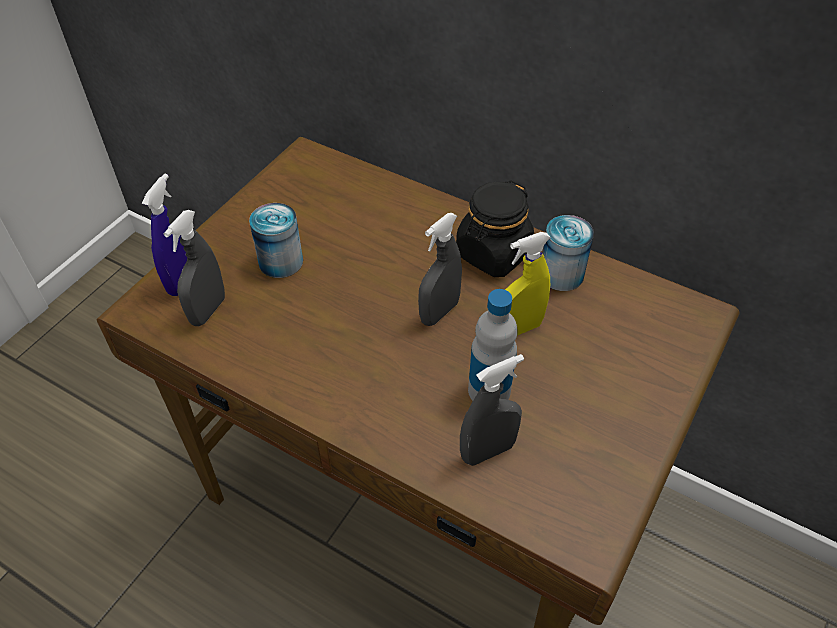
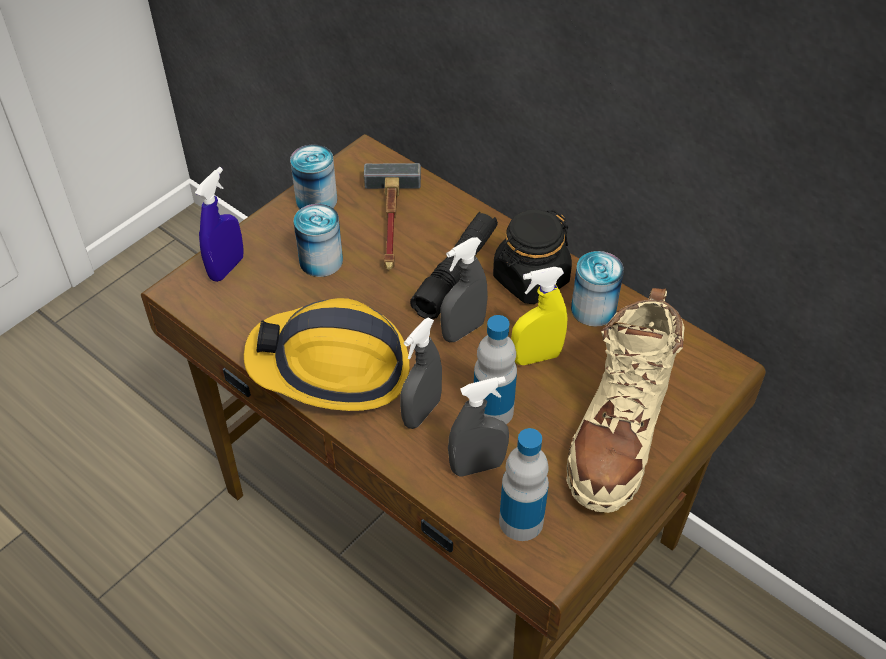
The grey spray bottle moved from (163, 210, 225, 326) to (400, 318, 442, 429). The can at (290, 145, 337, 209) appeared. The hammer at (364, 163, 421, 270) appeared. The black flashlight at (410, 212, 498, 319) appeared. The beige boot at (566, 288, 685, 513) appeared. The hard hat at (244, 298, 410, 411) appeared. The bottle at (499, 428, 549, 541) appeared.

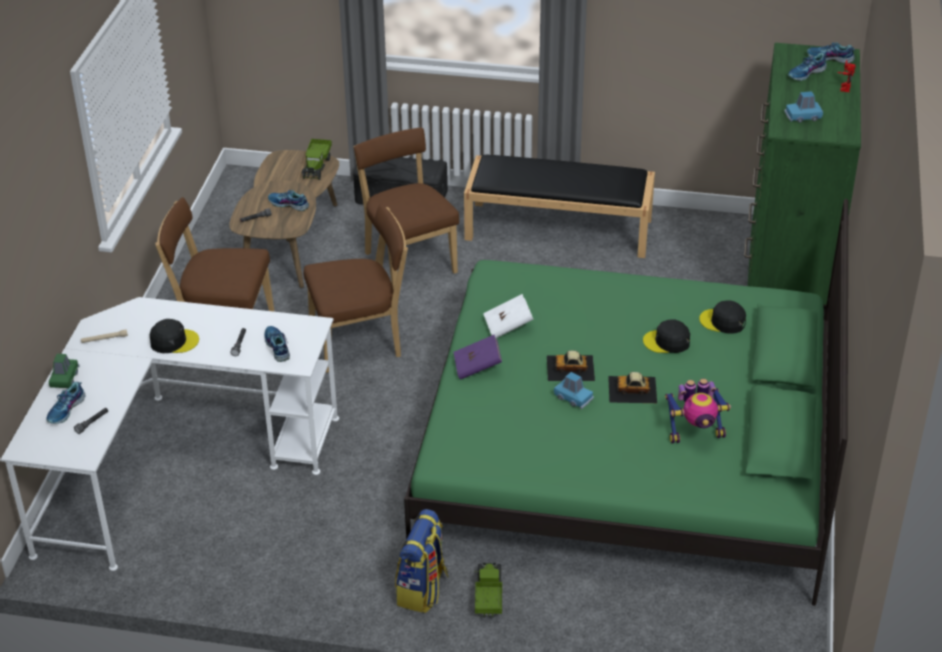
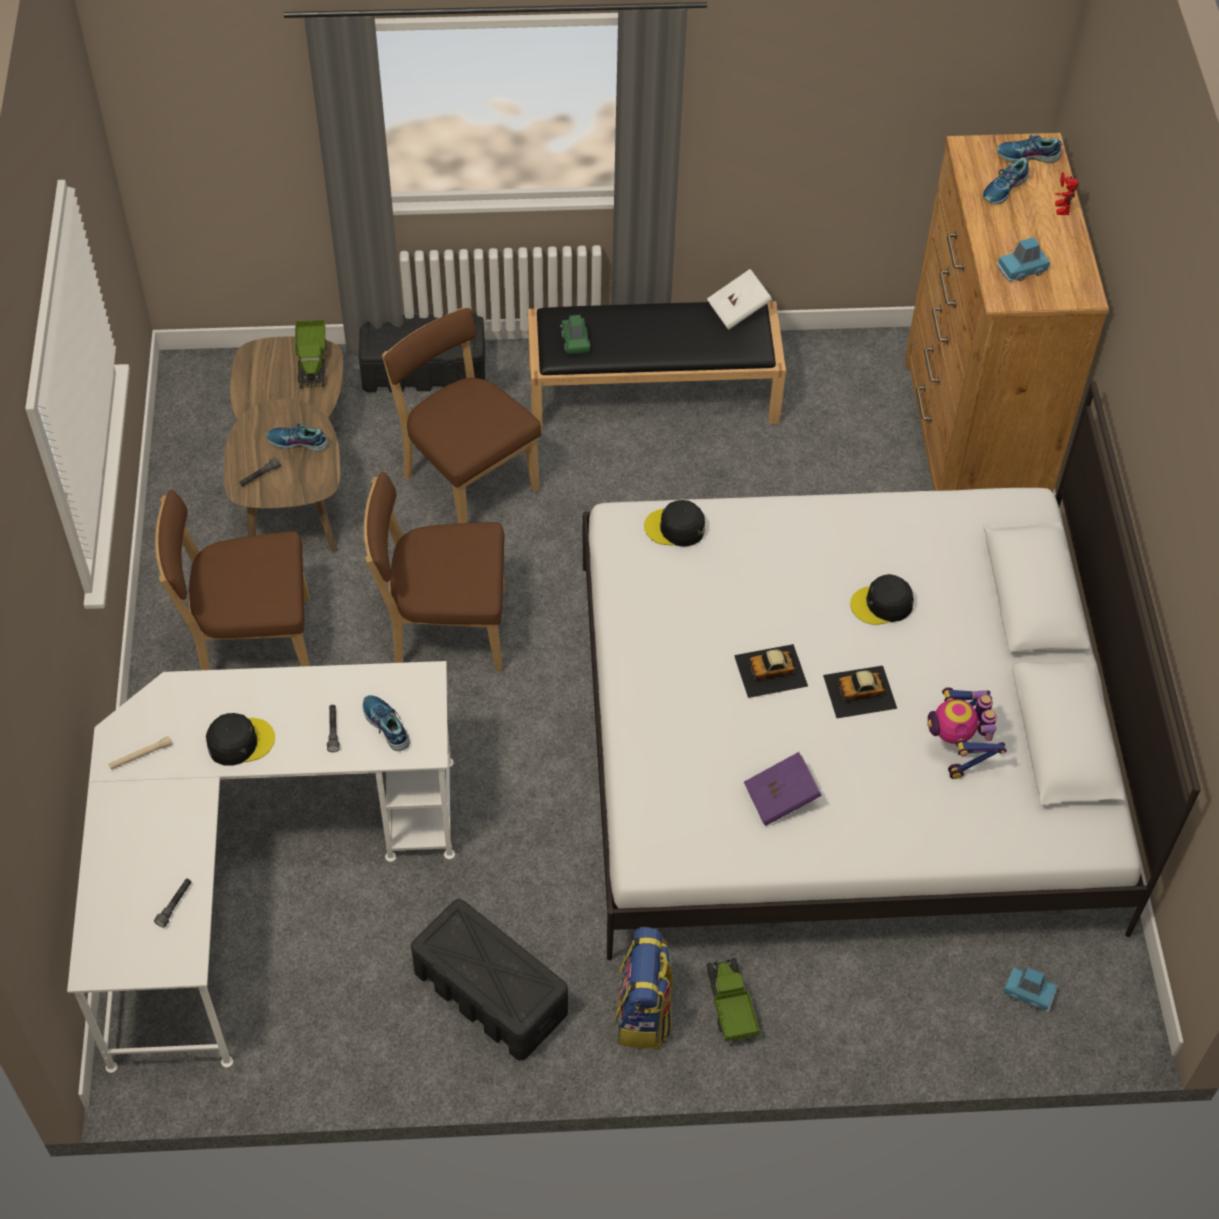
The green dresser at (744, 43, 861, 305) became the brown dresser at (905, 133, 1109, 493). The green bed at (404, 199, 848, 606) became the white bed at (583, 381, 1201, 960). The brown chair at (304, 204, 408, 373) turned 150 degrees counterclockwise. The white book moved from (483, 294, 534, 338) to (707, 269, 772, 330). The black cap moved from (699, 300, 746, 334) to (644, 500, 705, 547). The purple book moved from (454, 335, 502, 380) to (744, 752, 822, 826). The green toy car moved from (49, 354, 79, 388) to (561, 315, 590, 355). The blue toy car moved from (554, 372, 594, 409) to (1004, 967, 1057, 1013). The toy robot at (665, 379, 731, 443) turned 105 degrees clockwise. The shoe at (46, 382, 85, 424) disappeared. The black storage box at (411, 899, 568, 1060) appeared.

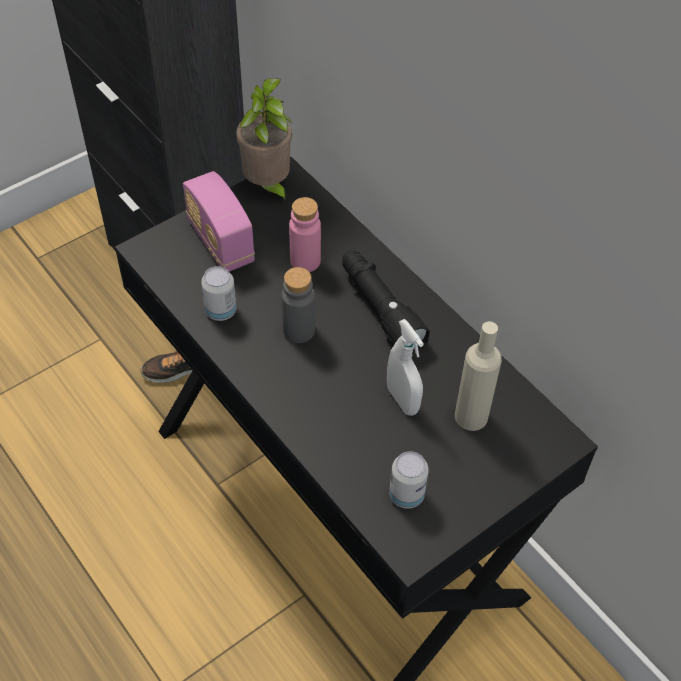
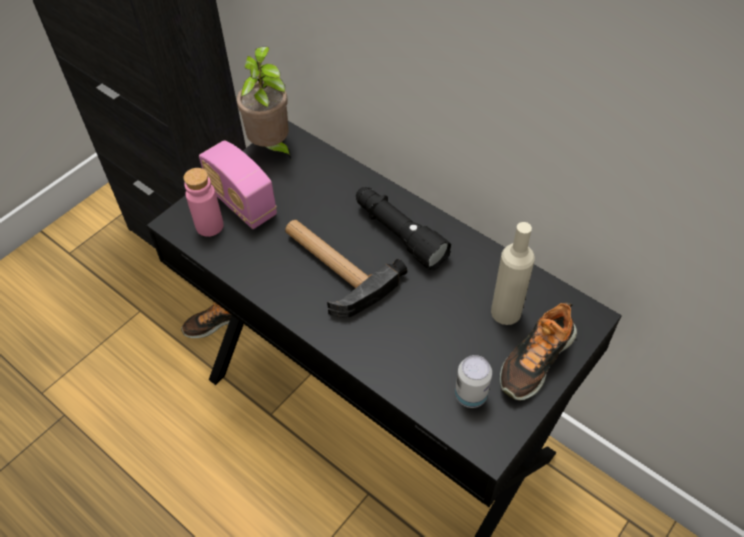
The pink bottle moved from (289, 197, 321, 272) to (183, 168, 224, 237). The can at (201, 266, 236, 321) disappeared. The grey bottle at (282, 267, 315, 343) was replaced by the hammer at (285, 220, 407, 318). The white spray bottle at (387, 319, 424, 416) disappeared. The shoe at (500, 303, 577, 400) appeared.

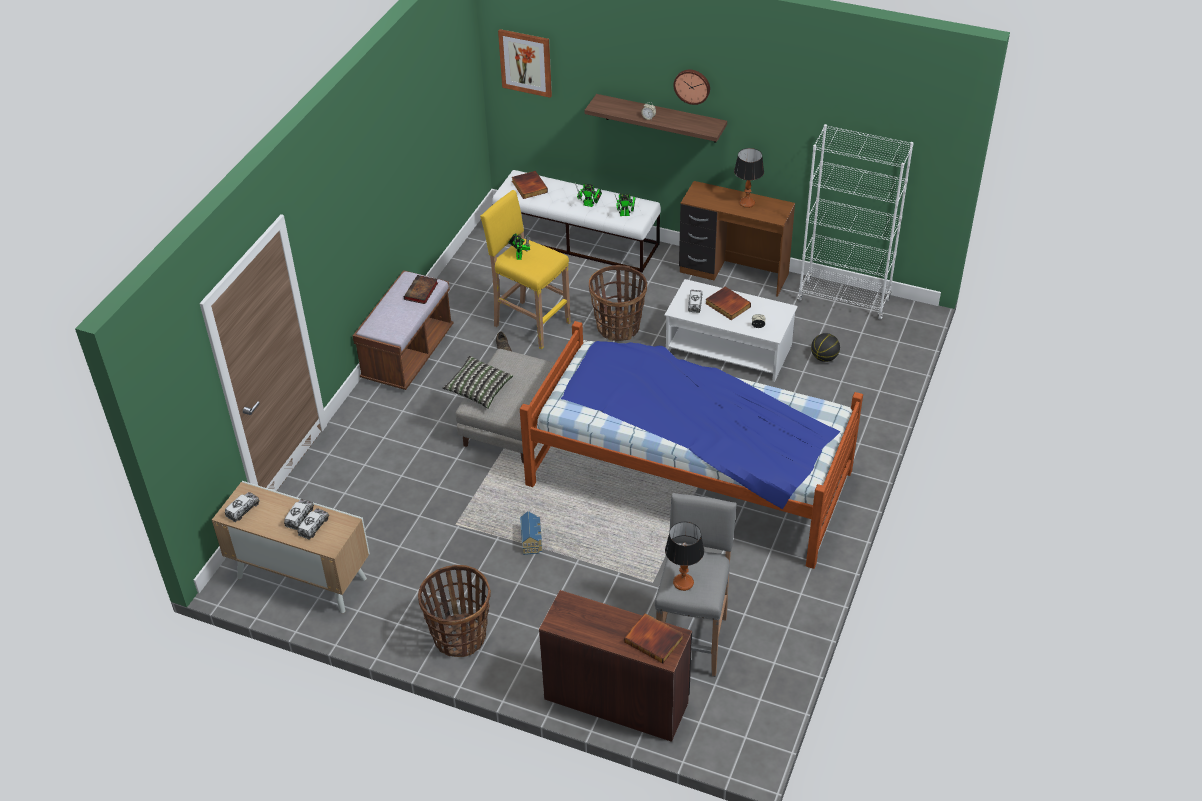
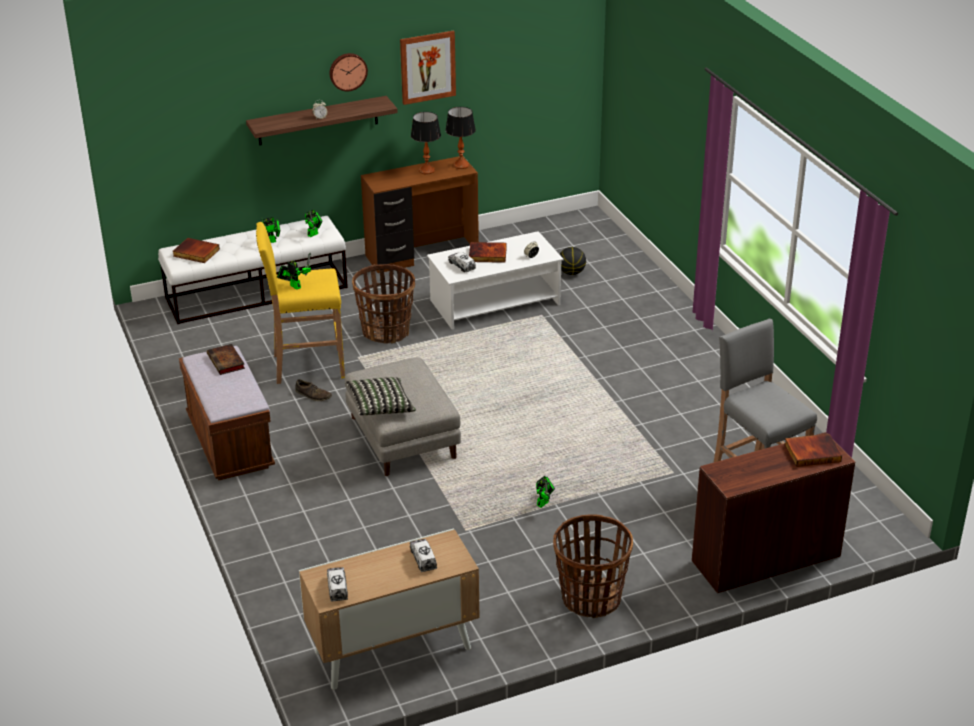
The picture moved from (498, 29, 552, 98) to (400, 31, 456, 105). The white bookcase at (798, 124, 914, 320) disappeared. The bed at (520, 321, 863, 569) disappeared. The toy truck at (284, 499, 314, 530) disappeared. The toy house at (520, 511, 542, 555) was replaced by the toy robot at (536, 476, 555, 508). The table lamp moved from (665, 522, 704, 591) to (445, 107, 476, 169).

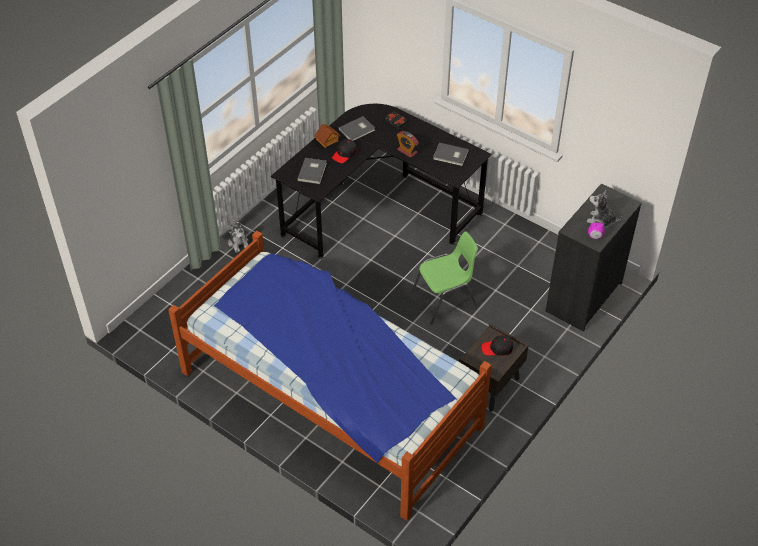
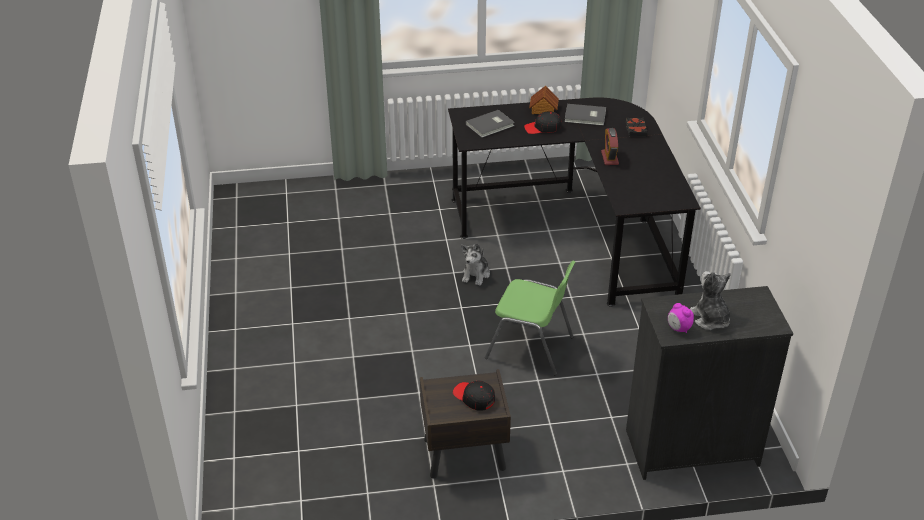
The grey book at (433, 143, 469, 166) disappeared. The plush toy moved from (228, 223, 248, 253) to (461, 243, 490, 286). The bed at (168, 231, 492, 521) disappeared.

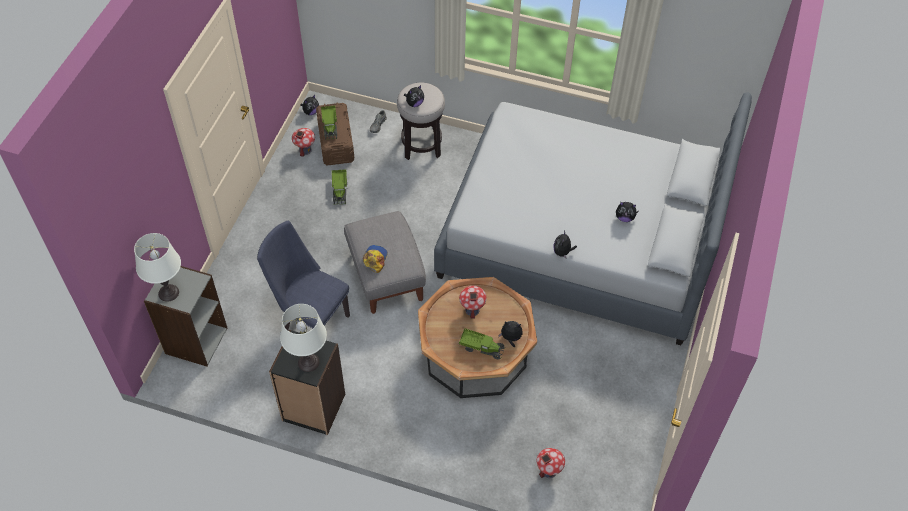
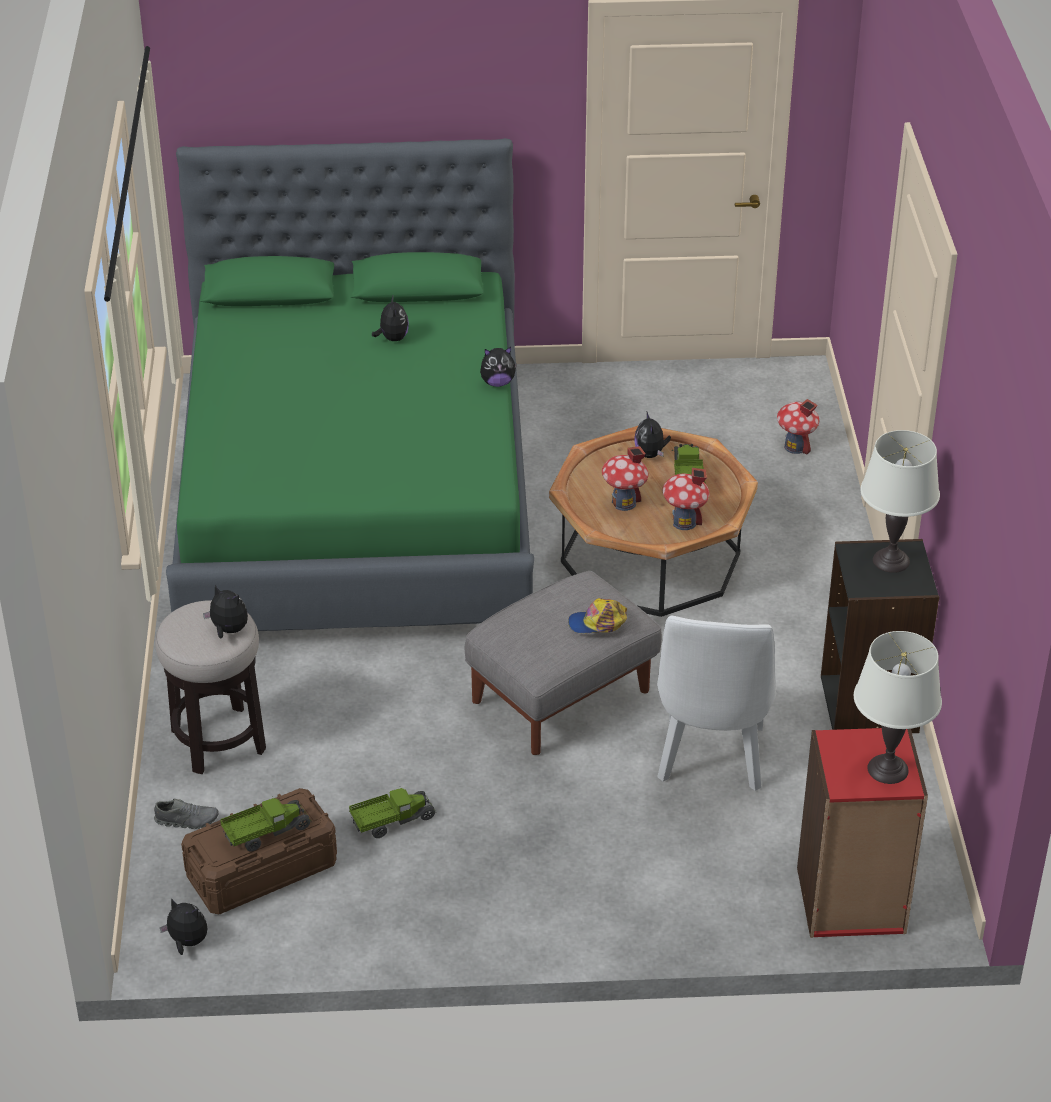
The grey bed at (434, 92, 752, 345) became the green bed at (166, 138, 534, 631). The toy house moved from (292, 128, 315, 157) to (663, 468, 710, 530). The blue chair at (257, 220, 350, 330) became the white chair at (657, 616, 776, 791). The grey bookcase at (144, 266, 227, 366) became the red bookcase at (797, 728, 928, 938).

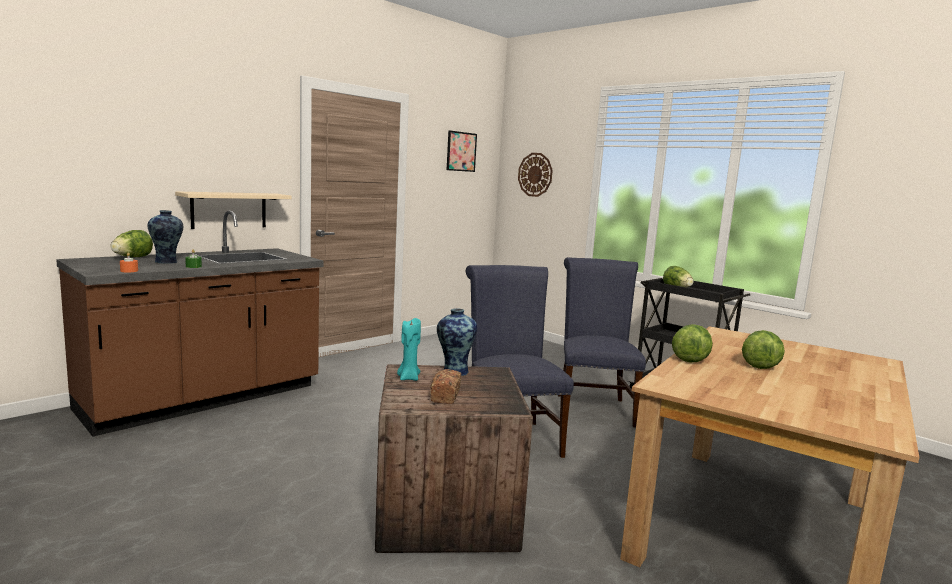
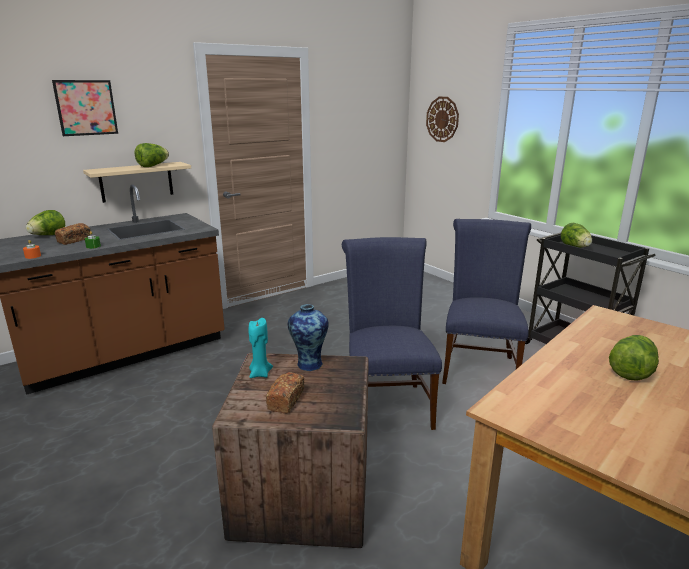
The picture moved from (447, 130, 477, 172) to (52, 80, 118, 136). The vase at (148, 210, 183, 264) was replaced by the bread at (55, 223, 90, 245). The lettuce moved from (672, 324, 713, 363) to (134, 143, 169, 167).

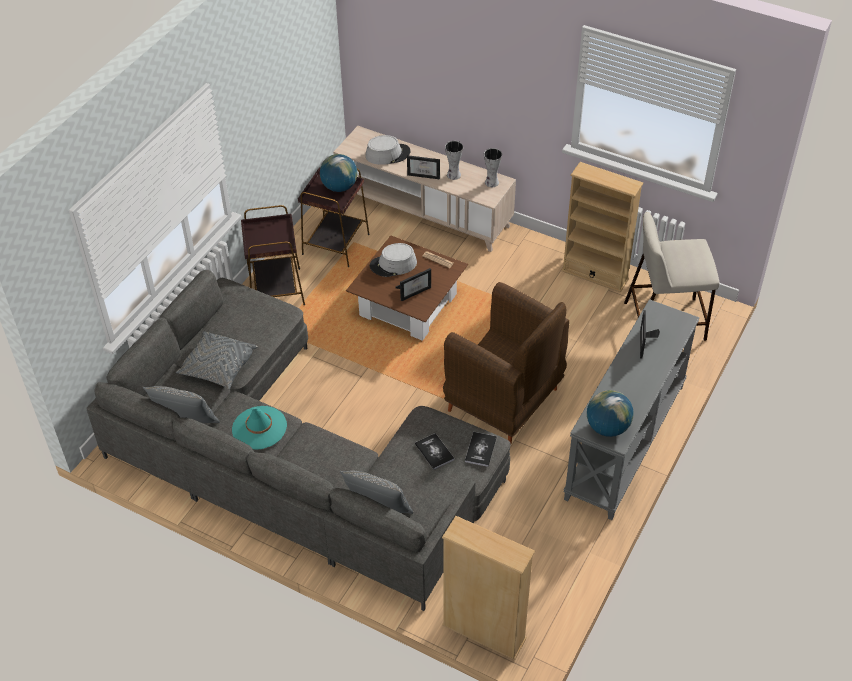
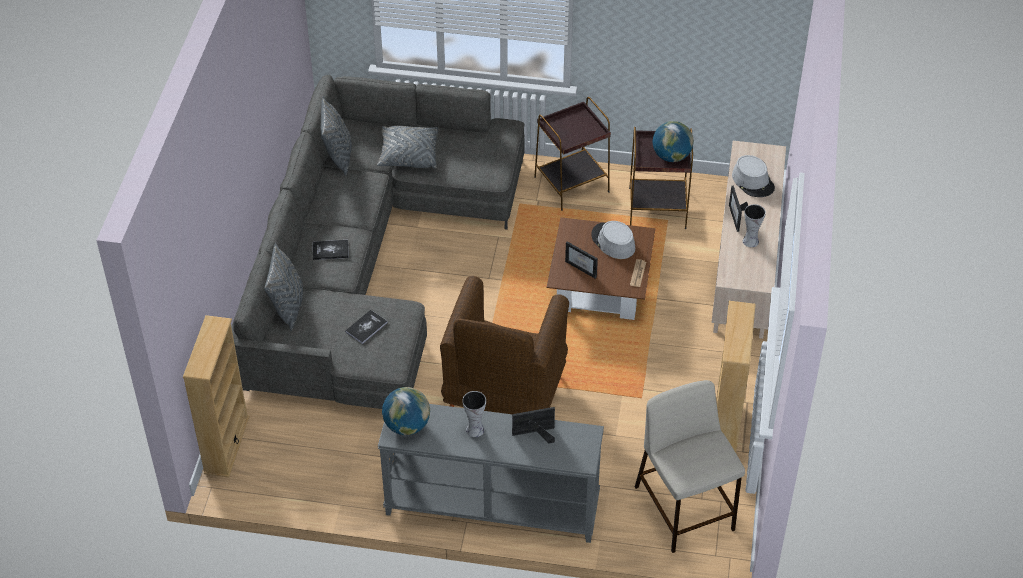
The vase moved from (484, 148, 502, 187) to (462, 391, 486, 437). The turquoise hat at (232, 406, 287, 450) disappeared. The book moved from (465, 432, 497, 467) to (313, 240, 349, 260).

